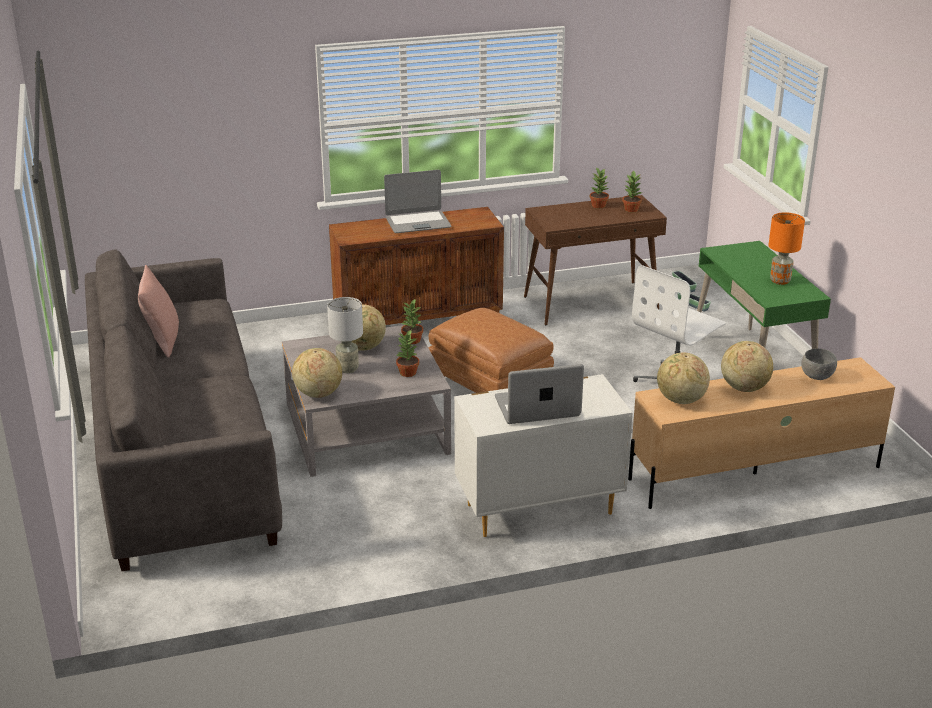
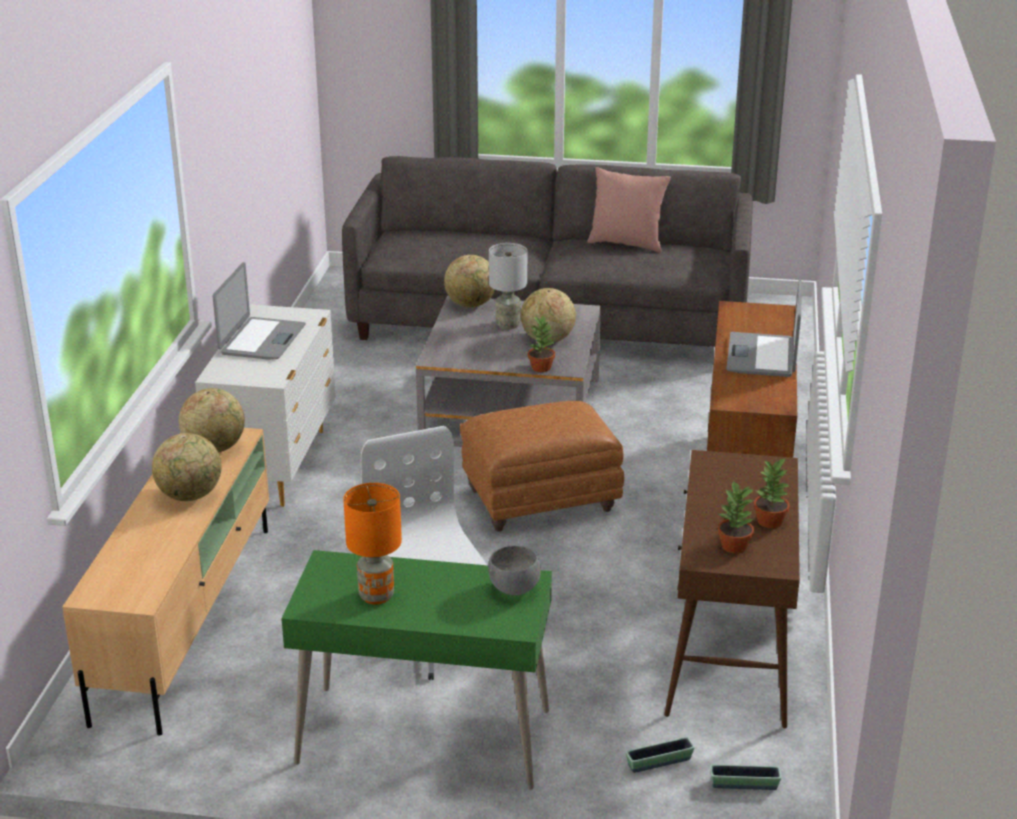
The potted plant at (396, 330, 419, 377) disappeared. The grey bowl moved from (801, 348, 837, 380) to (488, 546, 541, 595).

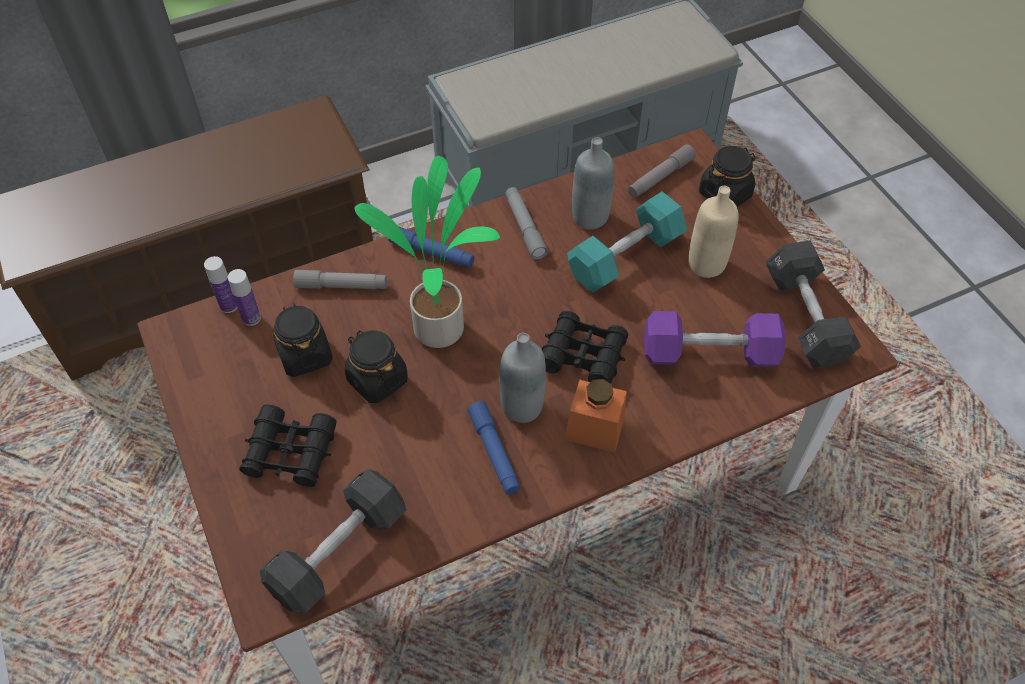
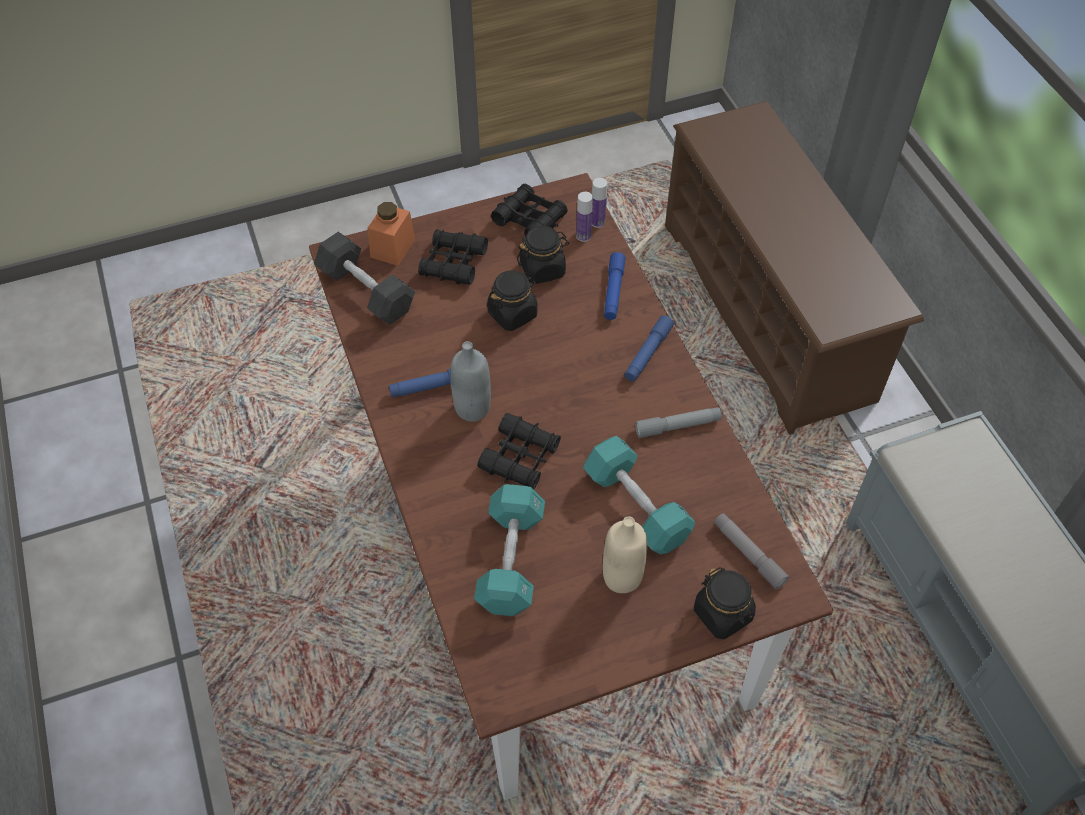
The grey bottle at (572, 137, 614, 230) disappeared. The potted plant at (354, 156, 500, 348) disappeared. The black dumbbell at (766, 241, 861, 367) disappeared. The grey flashlight at (293, 270, 387, 289) became the blue flashlight at (604, 252, 626, 320). The purple dumbbell at (644, 311, 786, 367) became the turquoise dumbbell at (474, 484, 545, 616). The orange jar moved from (565, 379, 627, 453) to (367, 202, 415, 266). The black binoculars at (491, 184, 568, 237) appeared.

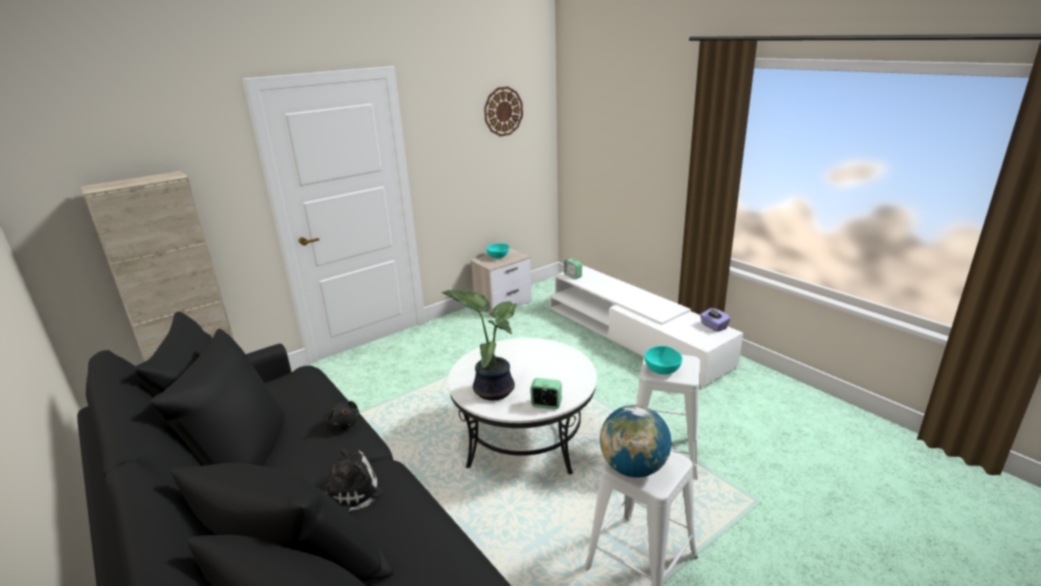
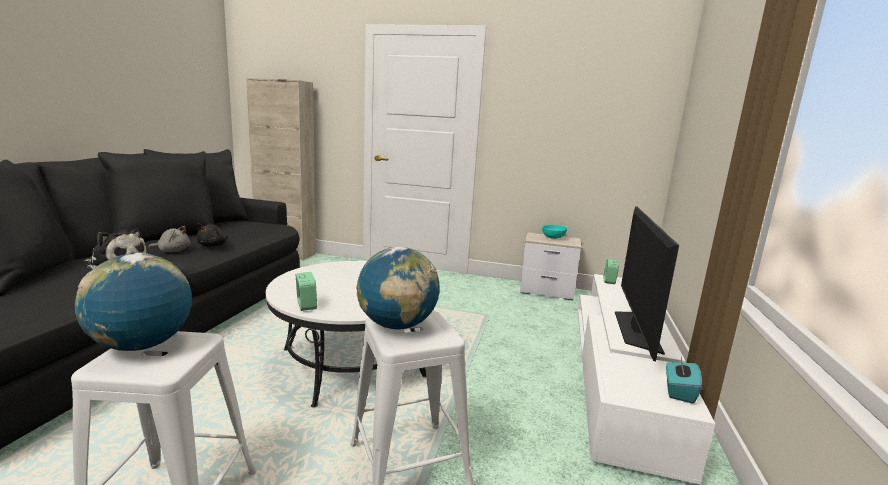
The wall clock at (484, 86, 523, 137) disappeared. The potted plant at (442, 290, 516, 400) disappeared. The purple tissue box at (700, 307, 731, 332) became the turquoise tissue box at (666, 357, 702, 404). The turquoise bowl at (645, 346, 682, 375) was replaced by the globe at (356, 247, 440, 329). The television at (615, 206, 679, 361) appeared. The grey plush toy at (148, 226, 190, 252) appeared.

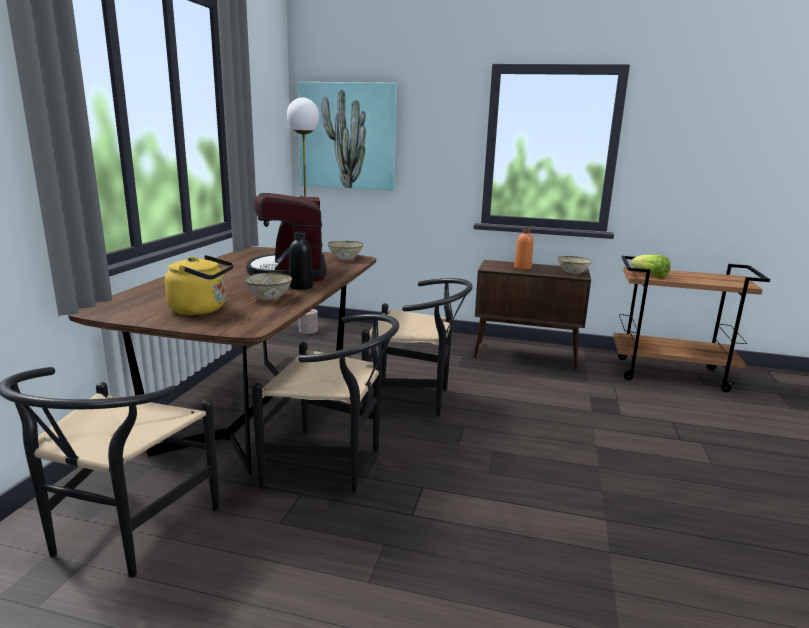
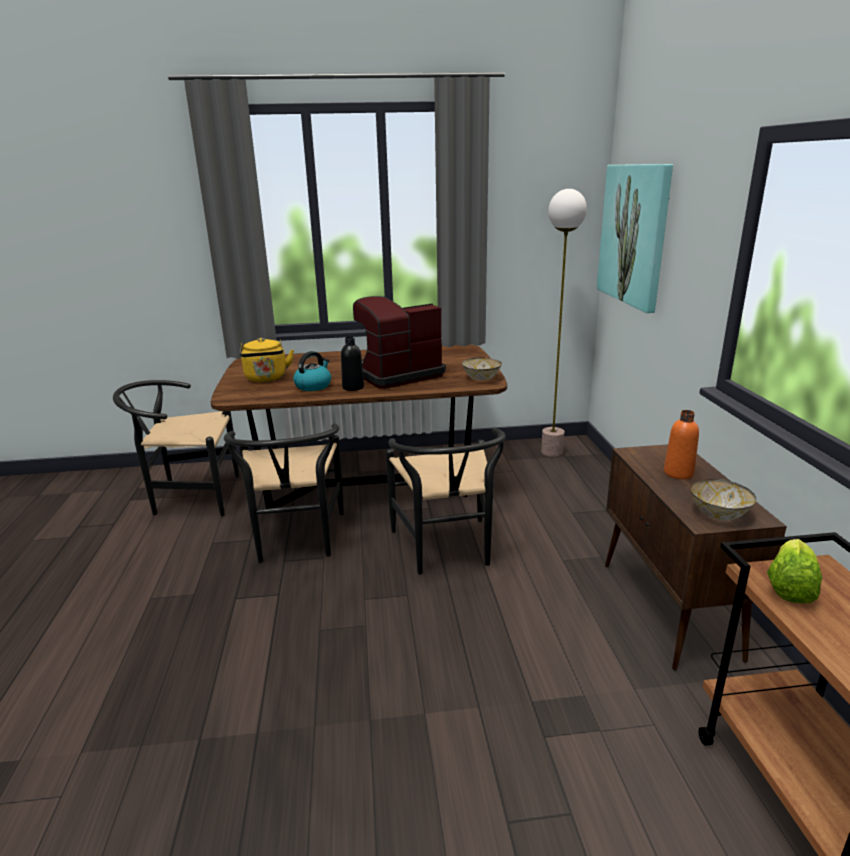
The bowl at (244, 273, 292, 299) was replaced by the kettle at (293, 351, 331, 391).

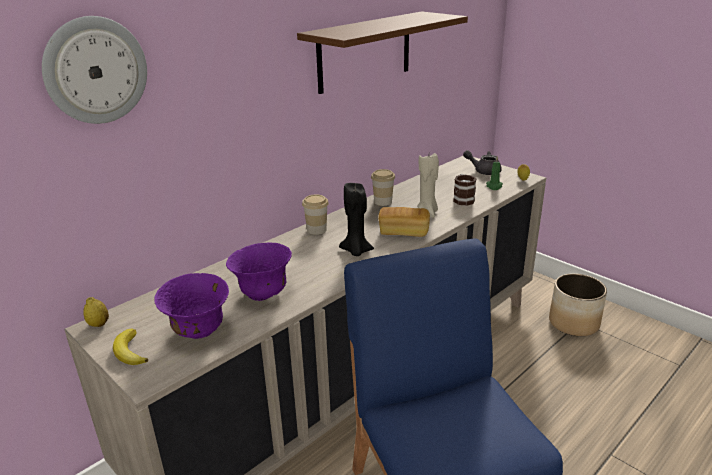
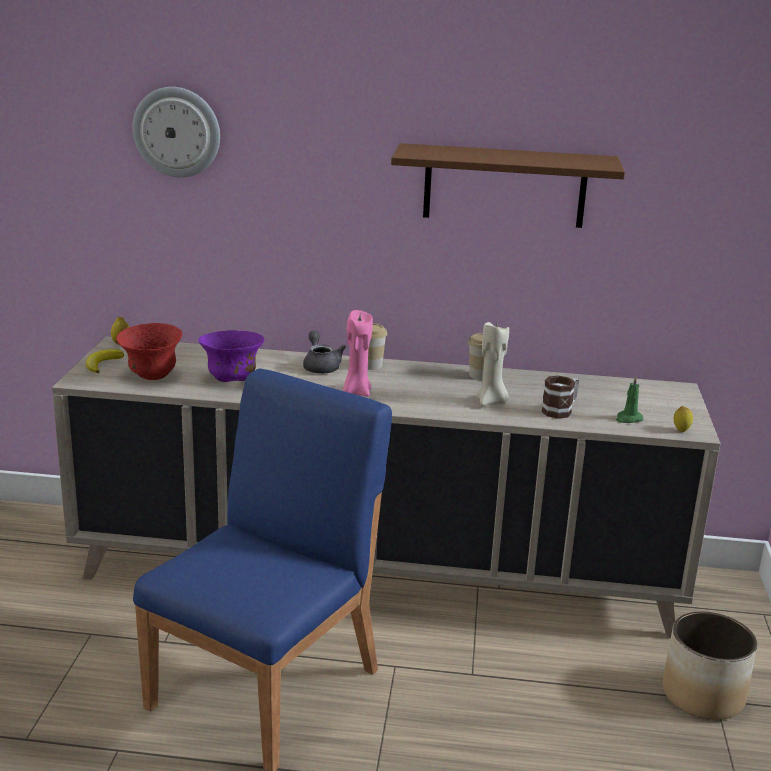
The grey teapot moved from (463, 150, 502, 175) to (303, 331, 346, 374). The black candle at (339, 183, 374, 256) became the pink candle at (343, 310, 373, 396). The bread at (378, 207, 430, 237) disappeared. The purple bowl at (154, 273, 229, 339) became the red bowl at (116, 323, 183, 380).

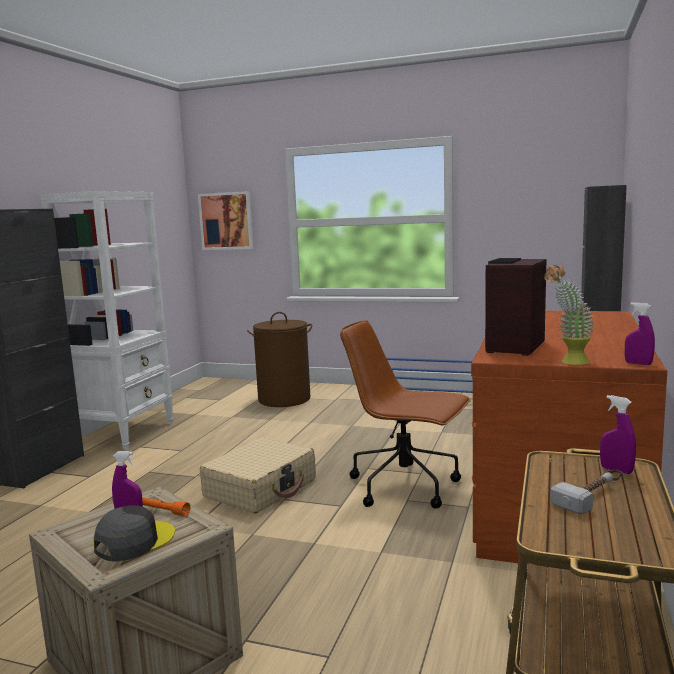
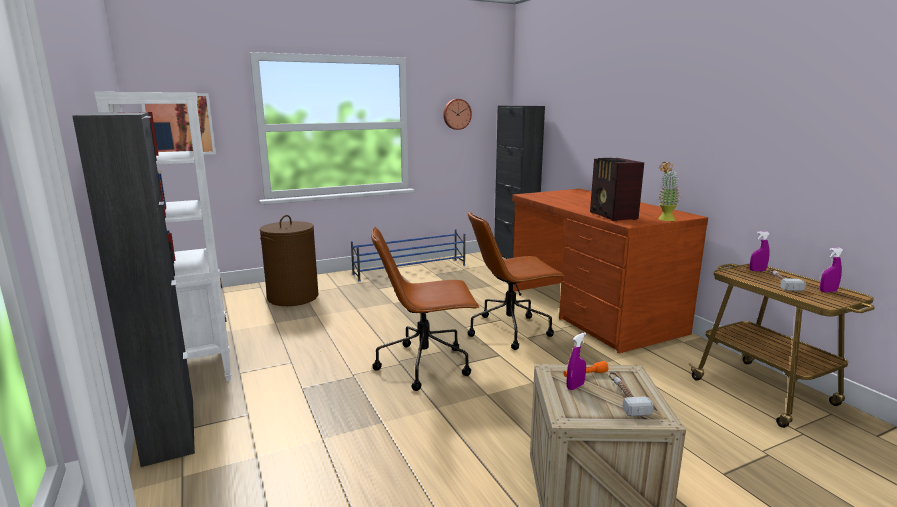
The purple spray bottle moved from (625, 302, 655, 365) to (820, 248, 843, 292). The beige suitcase at (200, 437, 316, 514) was replaced by the brown office chair at (371, 227, 479, 391). The grey cap at (94, 505, 175, 562) was replaced by the hammer at (609, 372, 654, 416). The wall clock at (443, 99, 472, 130) appeared.

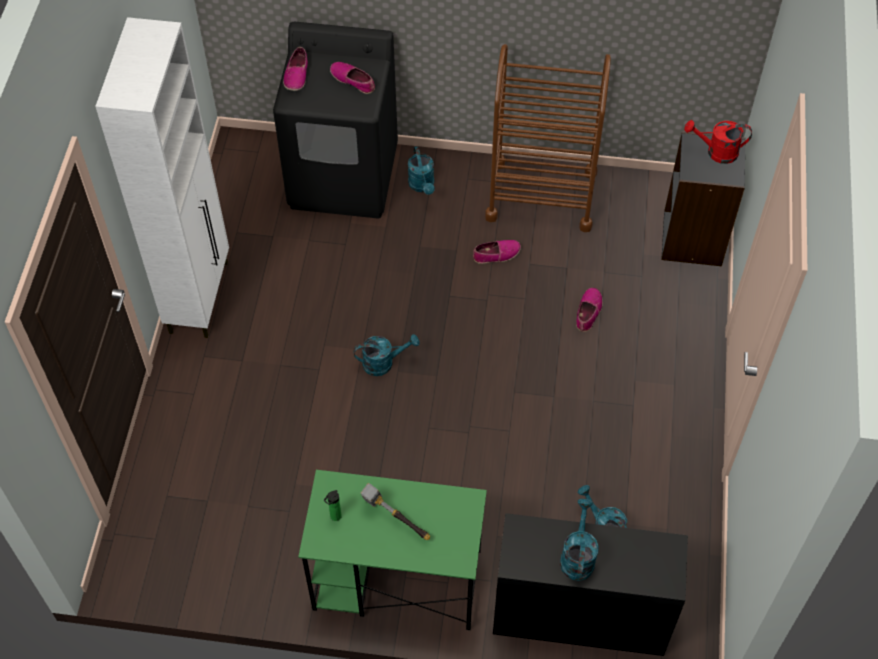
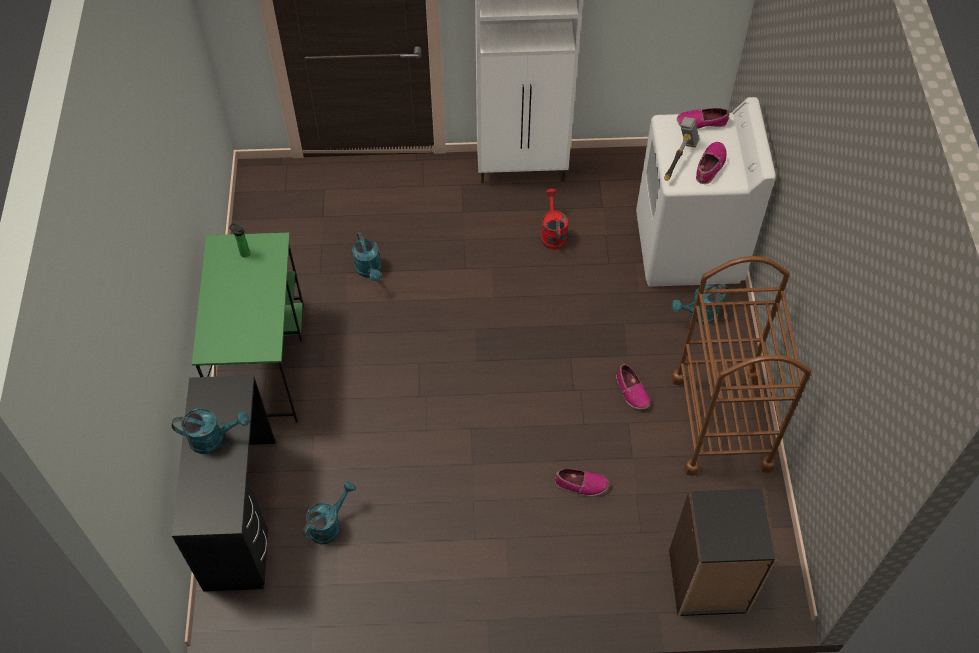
The black washing machine at (273, 21, 398, 218) became the white washing machine at (636, 97, 776, 287). The red watering can moved from (684, 120, 752, 164) to (541, 189, 568, 250). The turquoise watering can moved from (354, 334, 419, 376) to (352, 232, 381, 281). The hammer moved from (361, 483, 430, 540) to (664, 117, 700, 181).

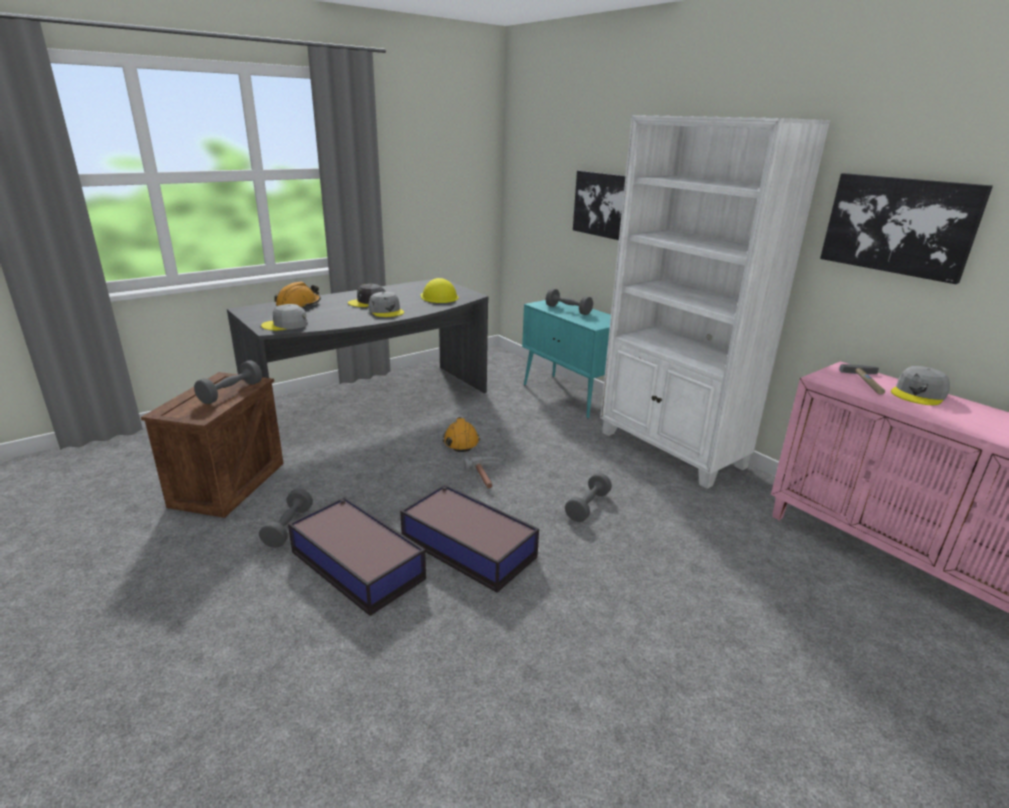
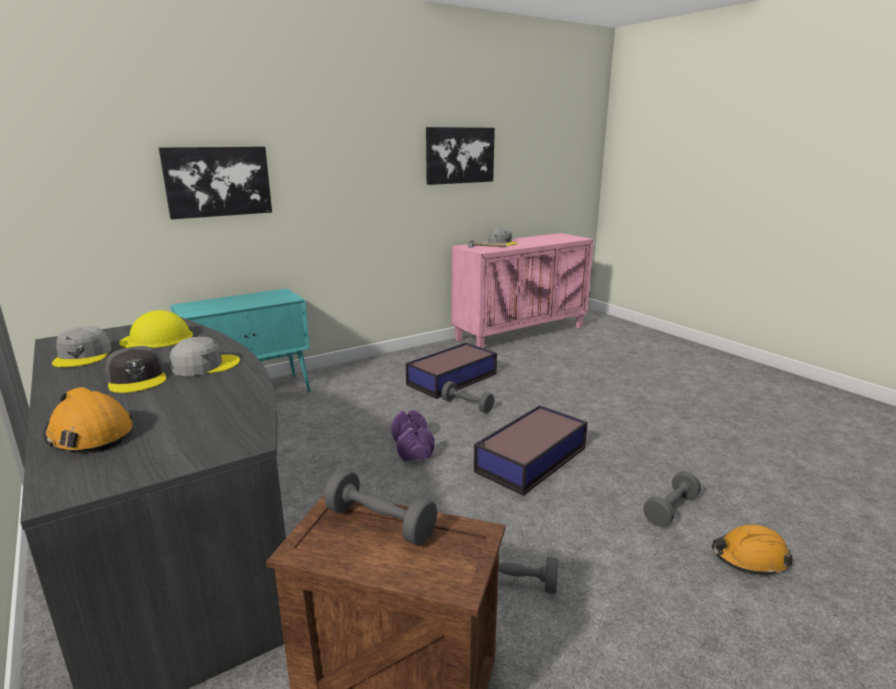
The white bookcase at (600, 115, 830, 489) disappeared. The grey dumbbell moved from (546, 288, 593, 315) to (643, 471, 701, 527). The grey cap moved from (261, 304, 308, 331) to (52, 326, 112, 367). The orange hard hat moved from (443, 417, 480, 452) to (712, 524, 792, 577). The hammer at (464, 456, 500, 489) was replaced by the purple dumbbell at (391, 410, 434, 461). The storage box moved from (288, 497, 426, 616) to (406, 343, 497, 399).

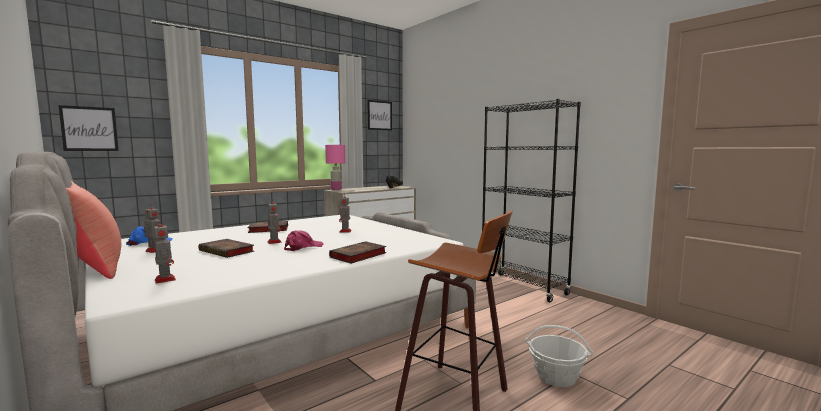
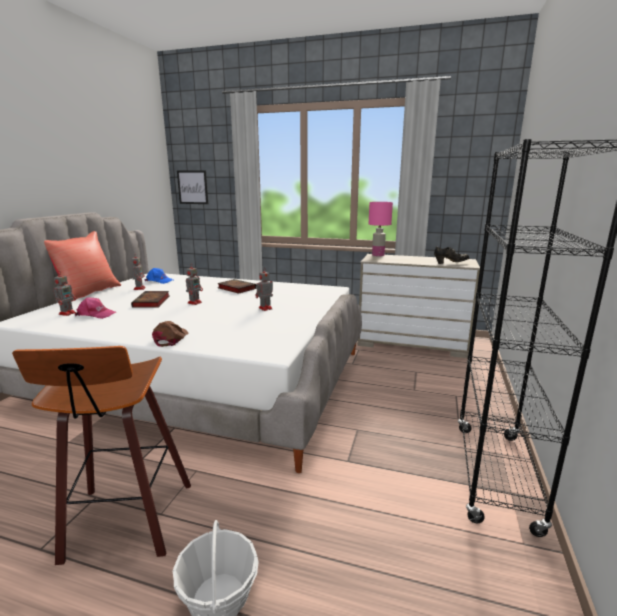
The picture at (368, 100, 392, 131) disappeared. The pink cap moved from (284, 230, 323, 251) to (75, 297, 116, 319). The book at (329, 241, 387, 264) was replaced by the brown cap at (152, 321, 189, 347).

